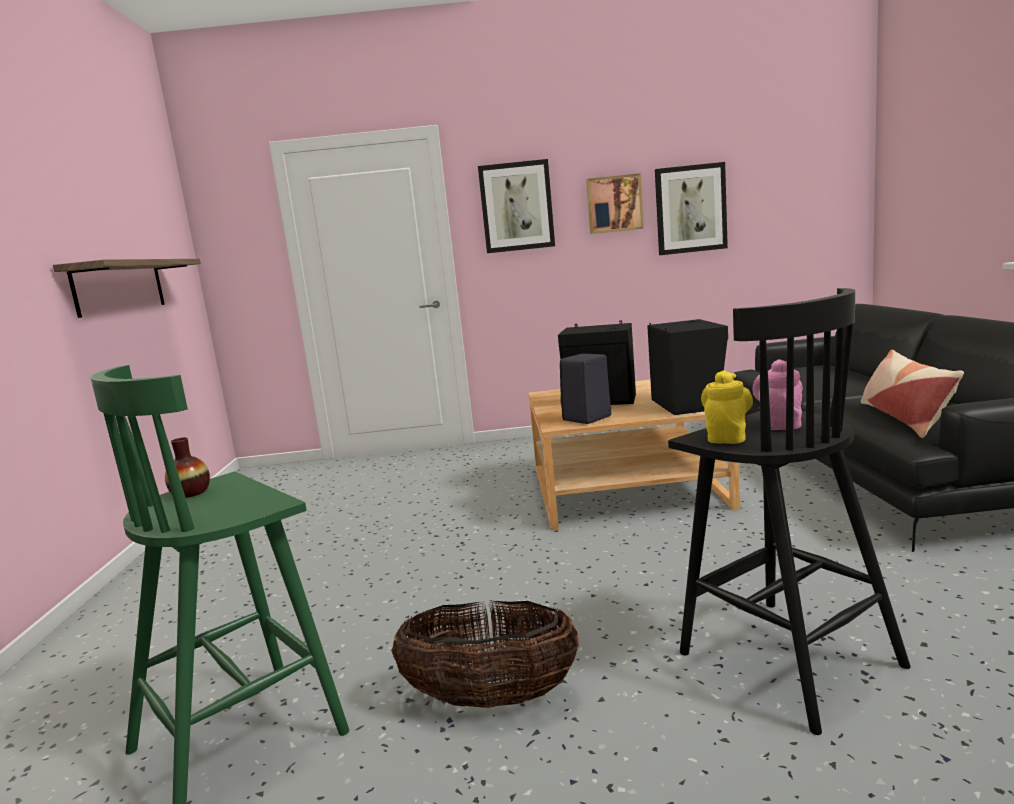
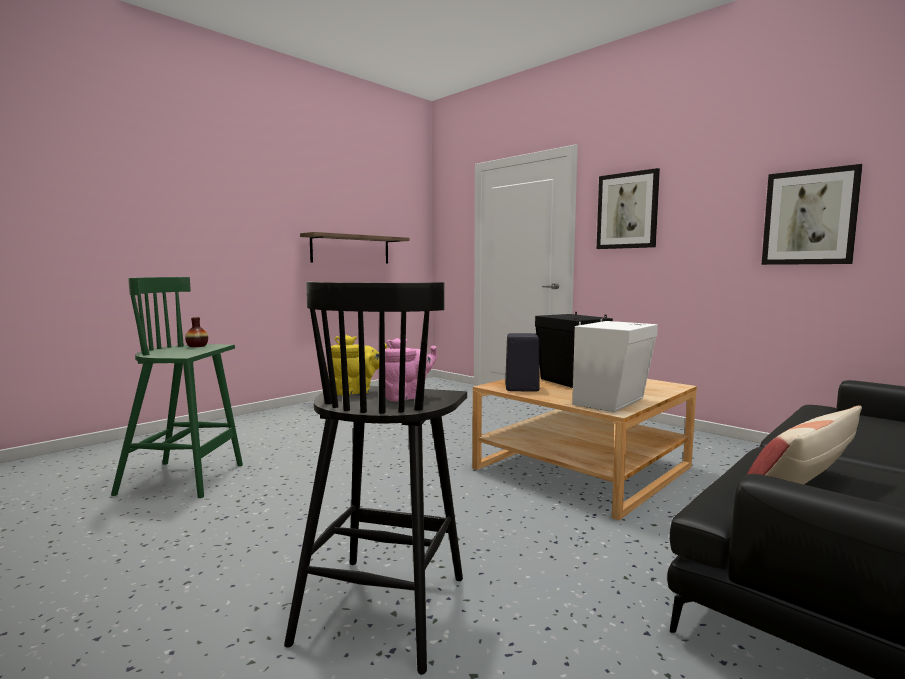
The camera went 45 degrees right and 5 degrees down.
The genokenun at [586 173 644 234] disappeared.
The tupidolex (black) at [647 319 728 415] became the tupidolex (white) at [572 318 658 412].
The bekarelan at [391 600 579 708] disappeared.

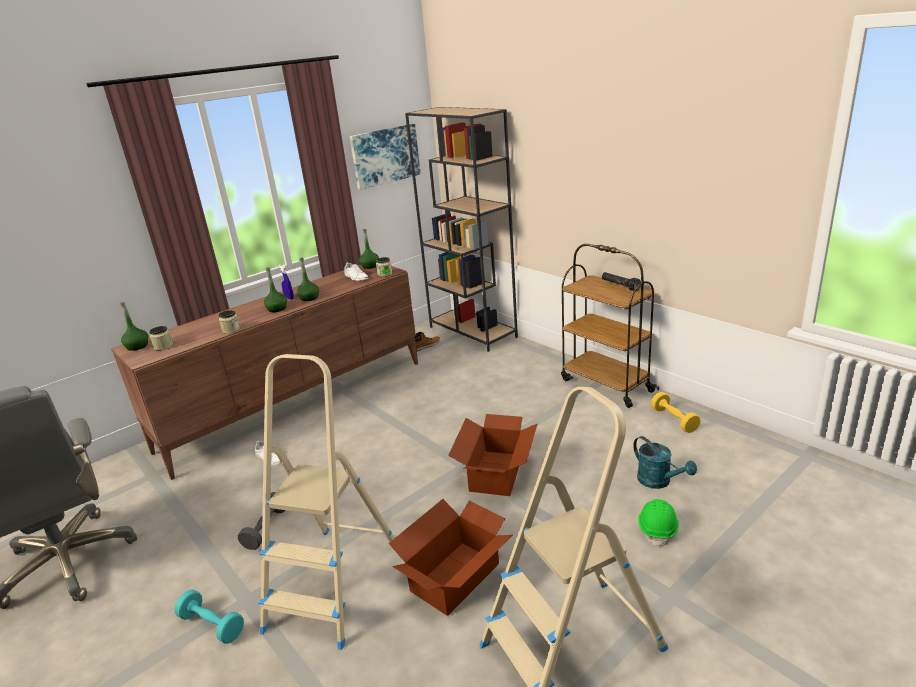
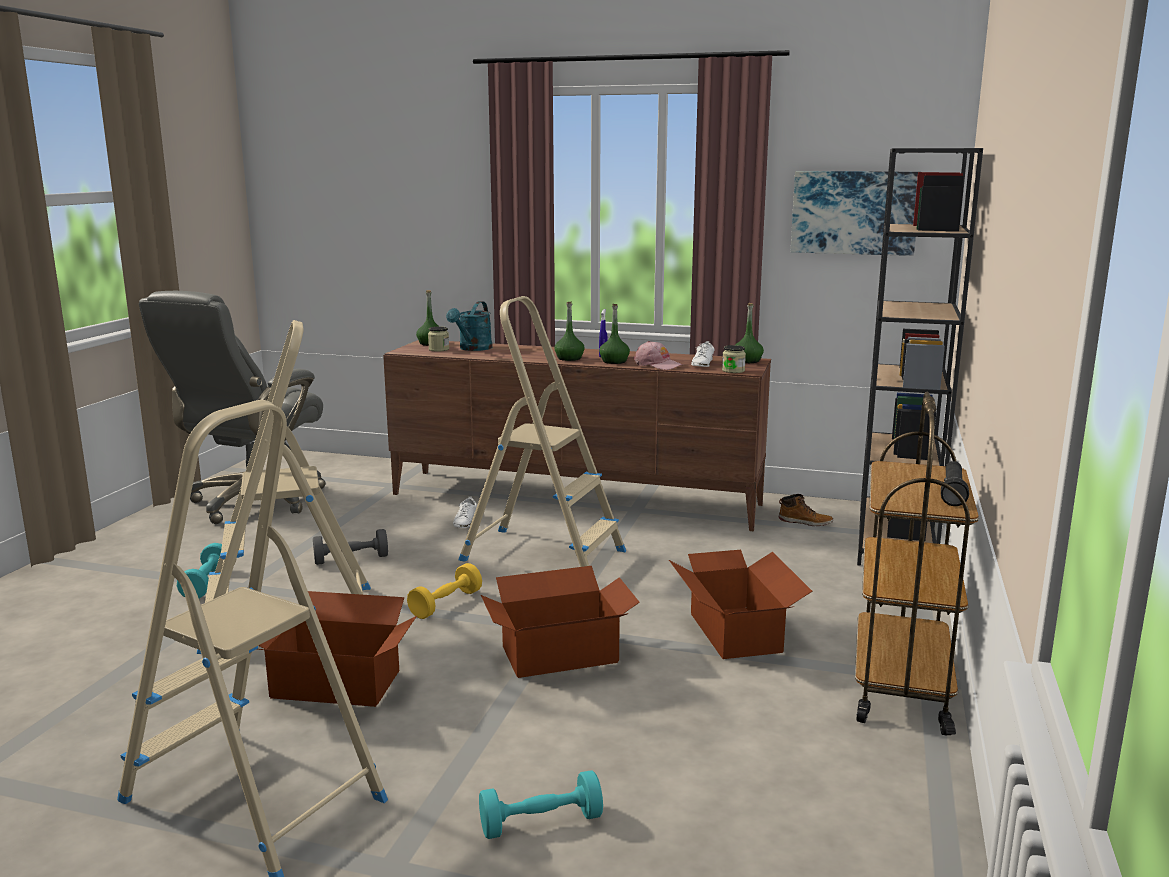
The camera went 55 degrees right and 10 degrees down.
The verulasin at [218 310 240 334] disappeared.
The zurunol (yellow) moved from [651 392 700 433] to [407 563 482 619].
The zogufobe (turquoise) moved from [633 436 697 489] to [446 301 492 351].
The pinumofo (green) at [638 499 679 548] was replaced by the zurunol (turquoise) at [479 770 603 839].
The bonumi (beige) at [458 296 626 567] appeared.
The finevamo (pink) at [633 341 683 370] appeared.
The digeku at [669 550 812 659] appeared.

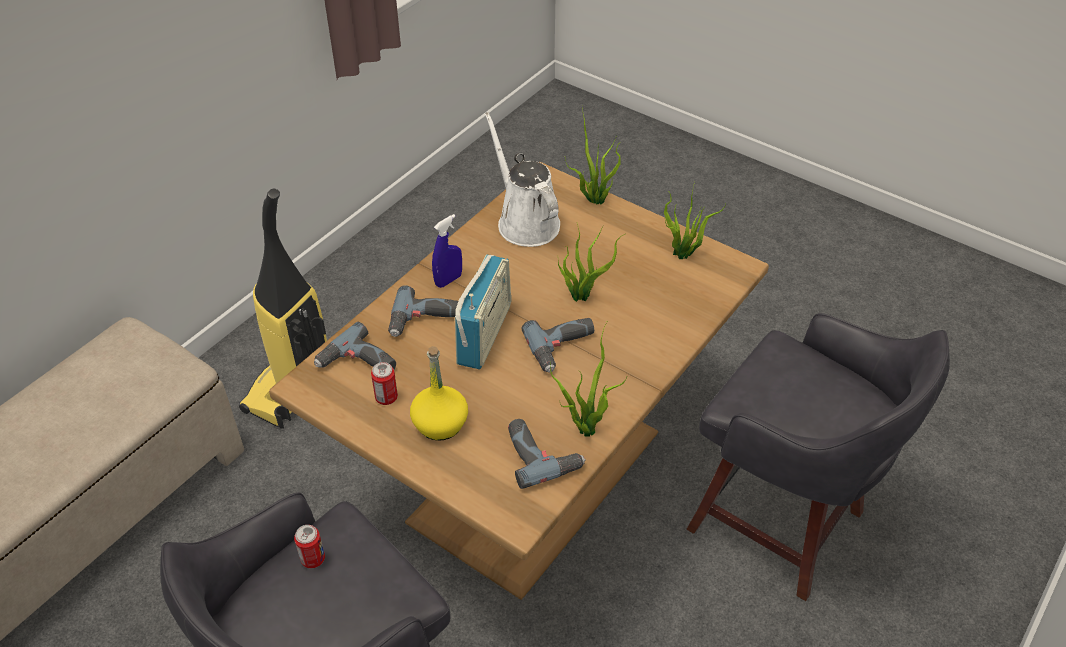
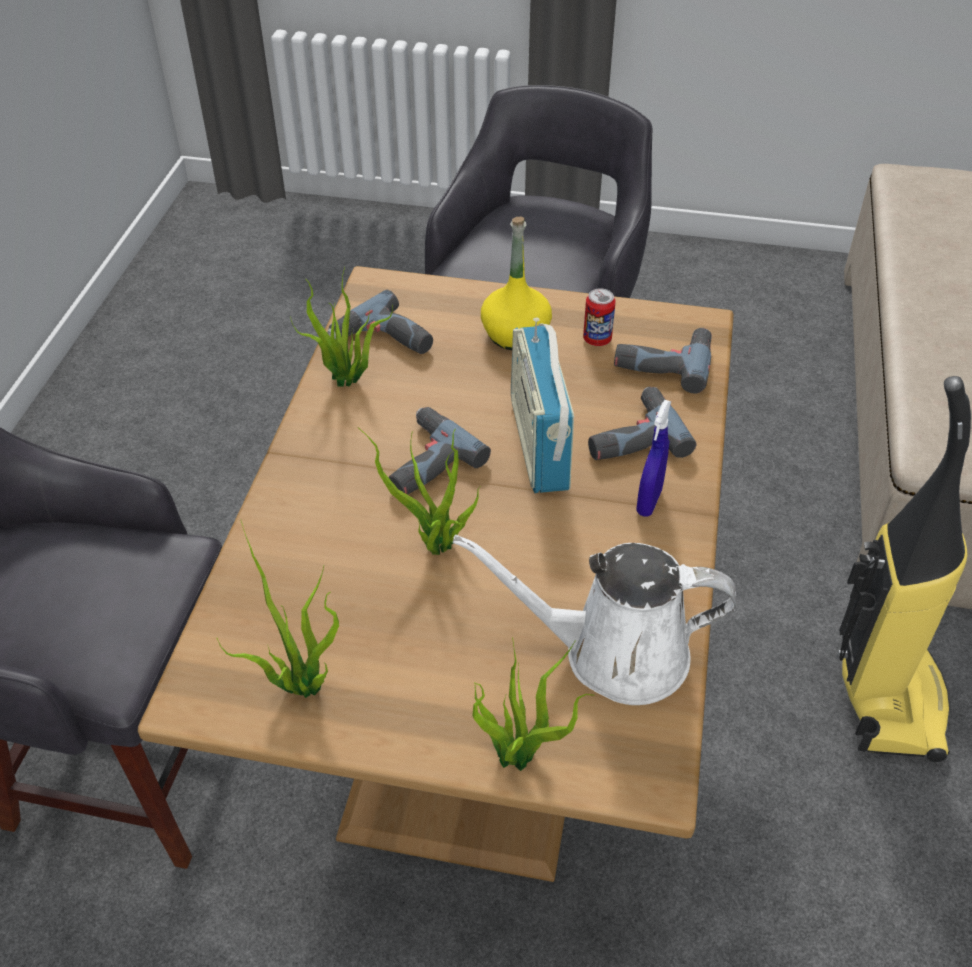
The camera went 155 degrees right and 0 degrees up.
The zogufobe (white) at [485 112 560 247] turned 150 degrees clockwise.
The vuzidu at [294 525 325 568] disappeared.

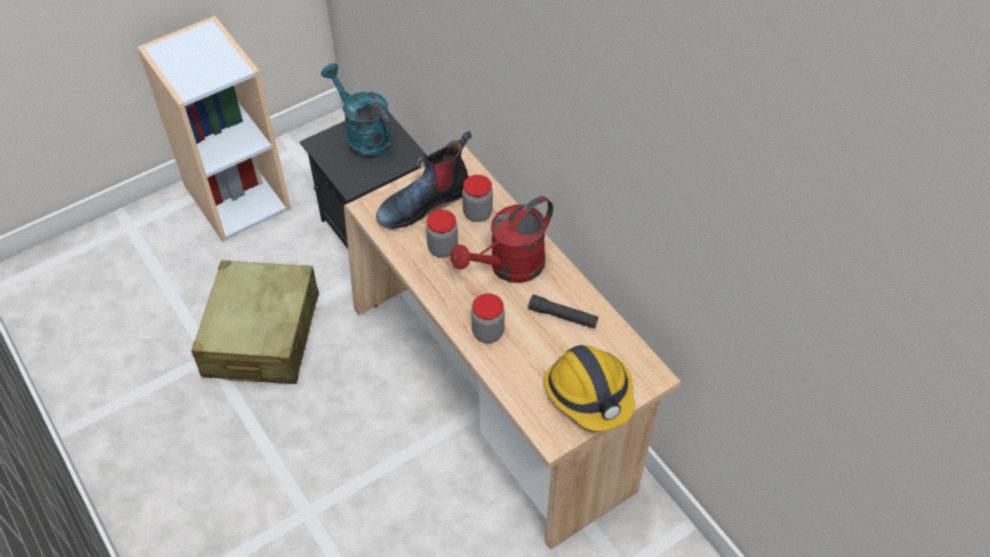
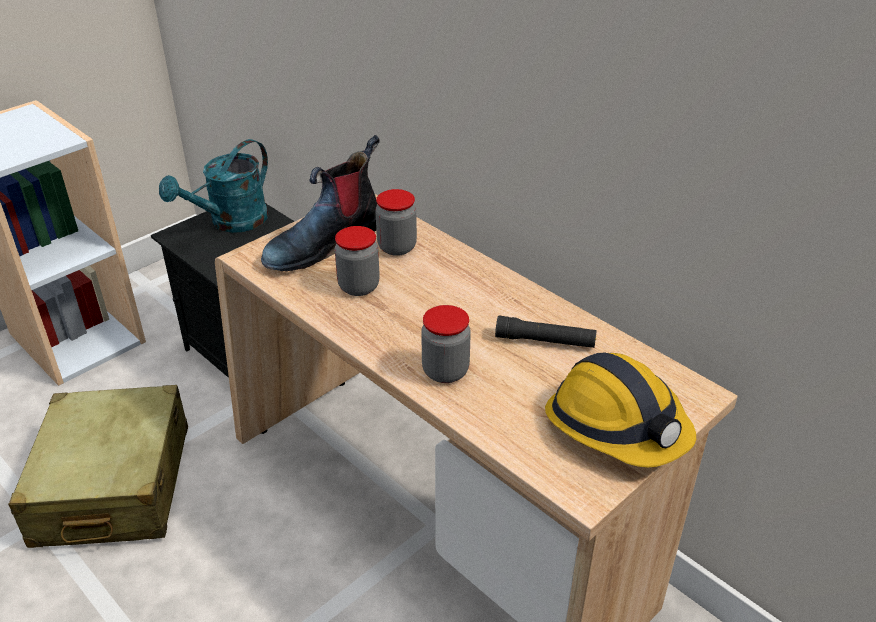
The camera went 10 degrees left and 15 degrees down.
The zogufobe (turquoise) at [321 63 392 159] turned 90 degrees counterclockwise.
The zogufobe (red) at [450 196 553 283] disappeared.

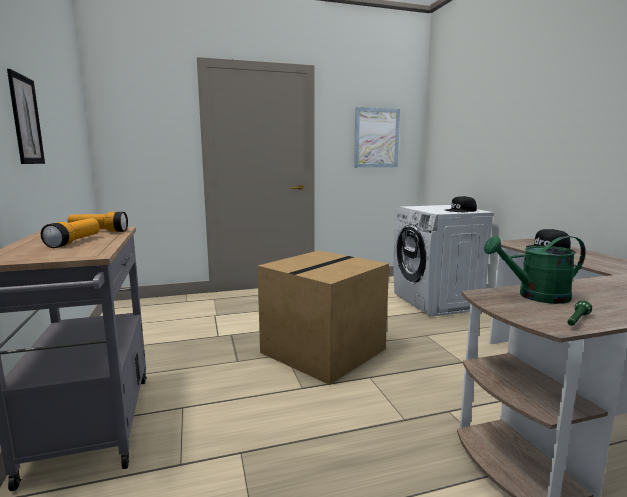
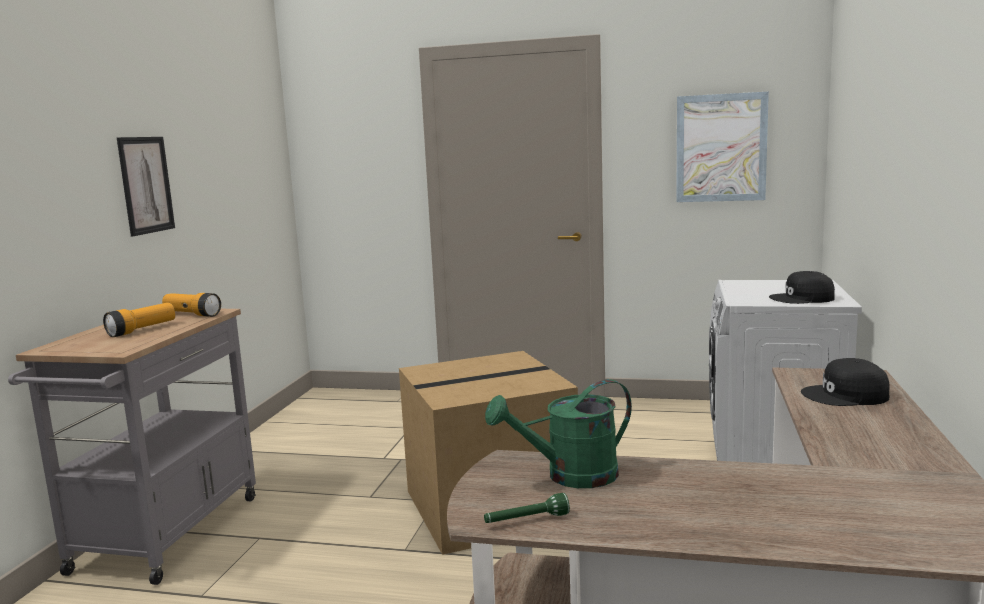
The camera went 30 degrees right and 0 degrees up.
The zogufobe (green) at [484 236 585 304] turned 45 degrees counterclockwise.

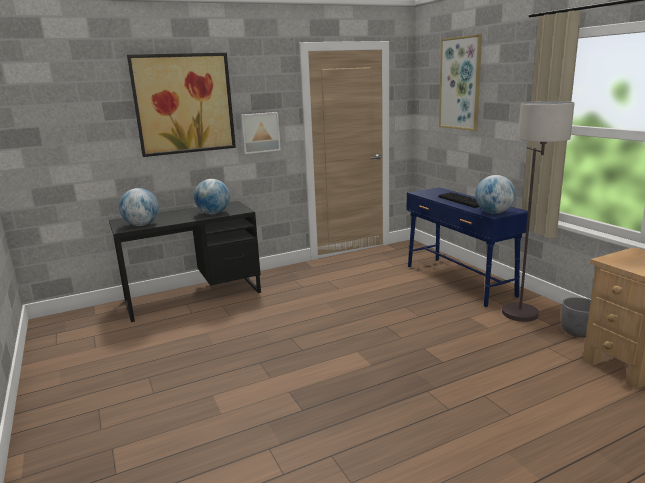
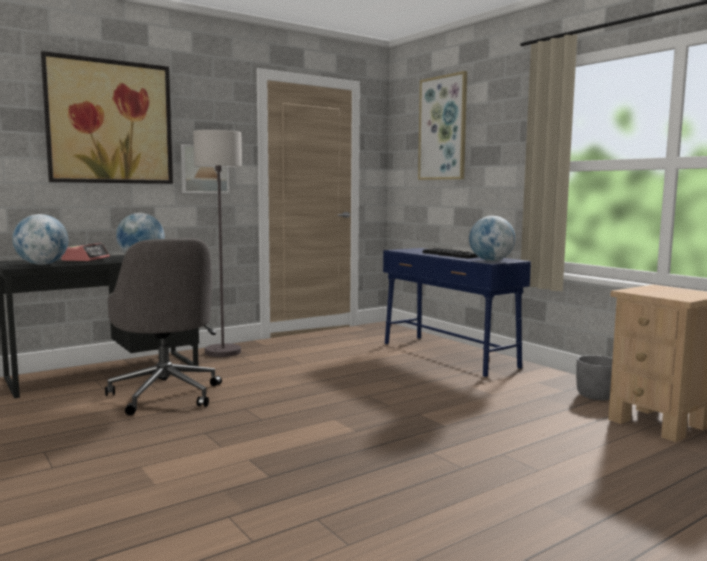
The camera went 10 degrees left and 10 degrees down.
The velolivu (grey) moved from [502 101 574 322] to [193 130 242 357].
The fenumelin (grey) at [105 238 222 415] appeared.
The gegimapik at [61 243 110 261] appeared.

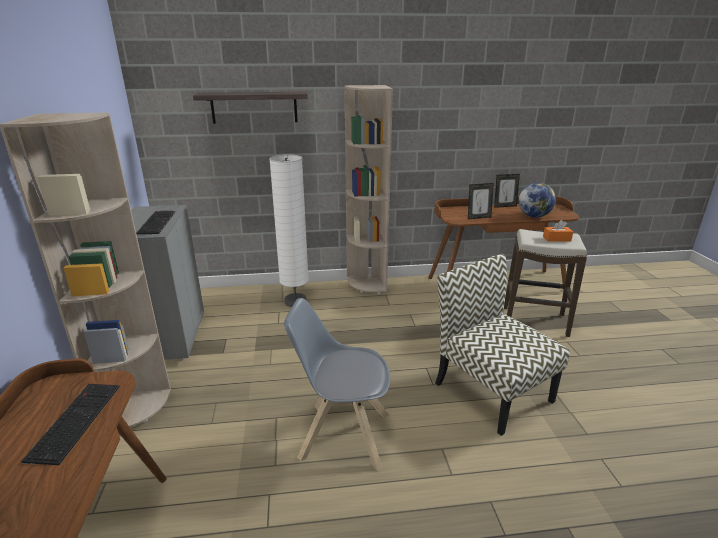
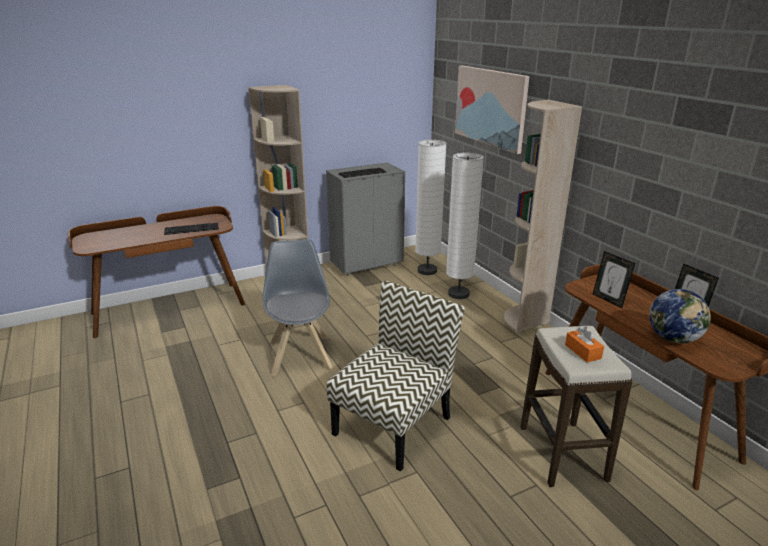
The camera went 70 degrees right and 0 degrees up.
The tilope at [193 92 308 124] was replaced by the genokenun at [455 65 530 154].
The velolivu (white) at [415 140 447 275] appeared.

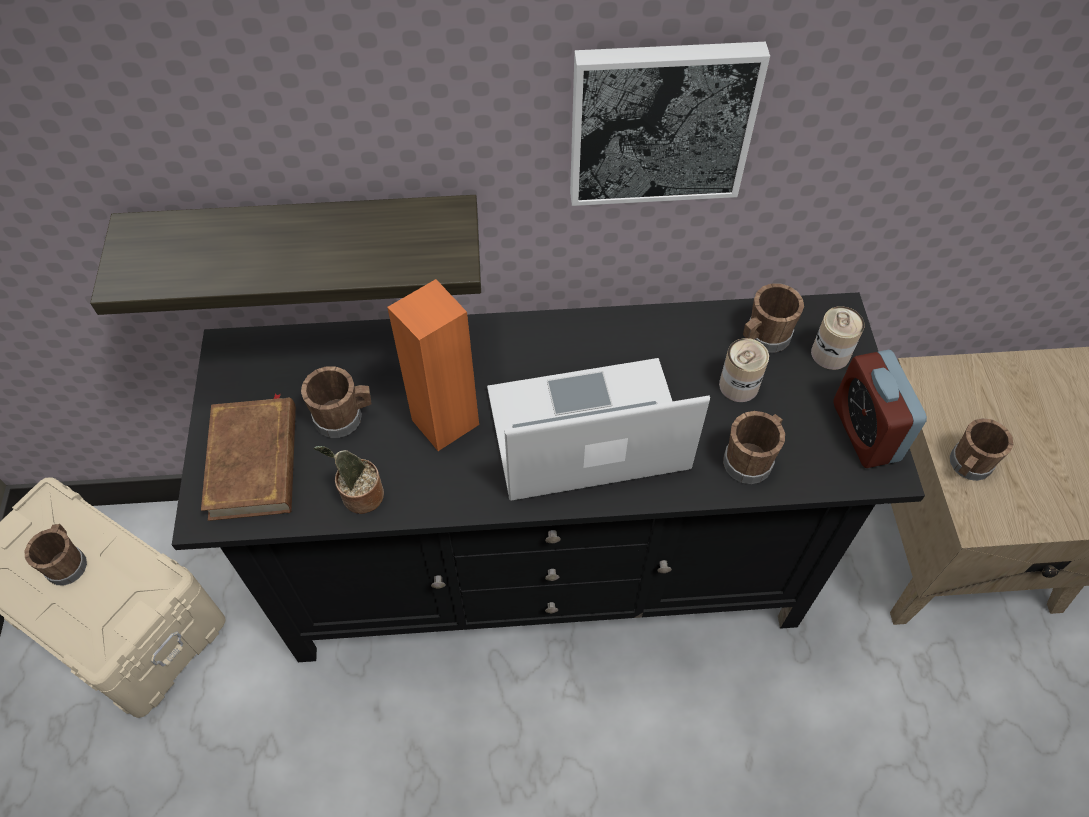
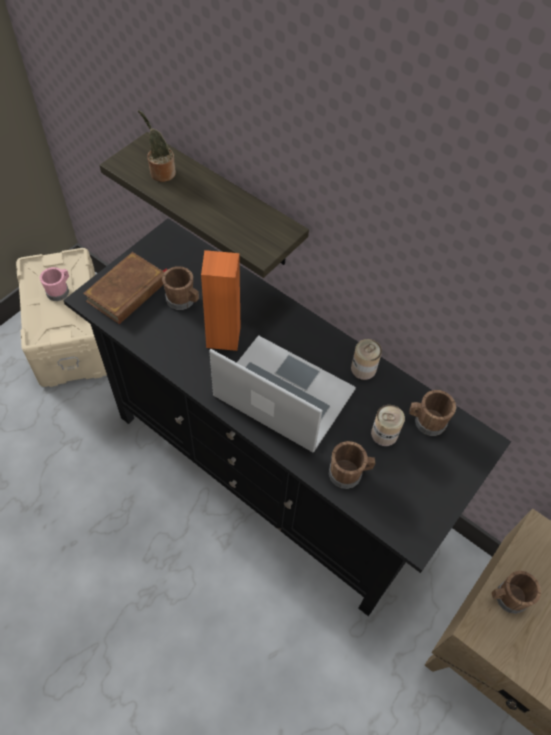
The camera went 40 degrees right and 0 degrees up.
The genokenun at [570 42 770 206] disappeared.
The vuzidu moved from [811 306 865 370] to [351 339 382 380].
The gegimapik at [833 350 927 468] disappeared.
The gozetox moved from [313 446 384 514] to [138 110 176 182].
The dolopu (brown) at [24 524 87 586] became the dolopu (pink) at [40 267 69 301].

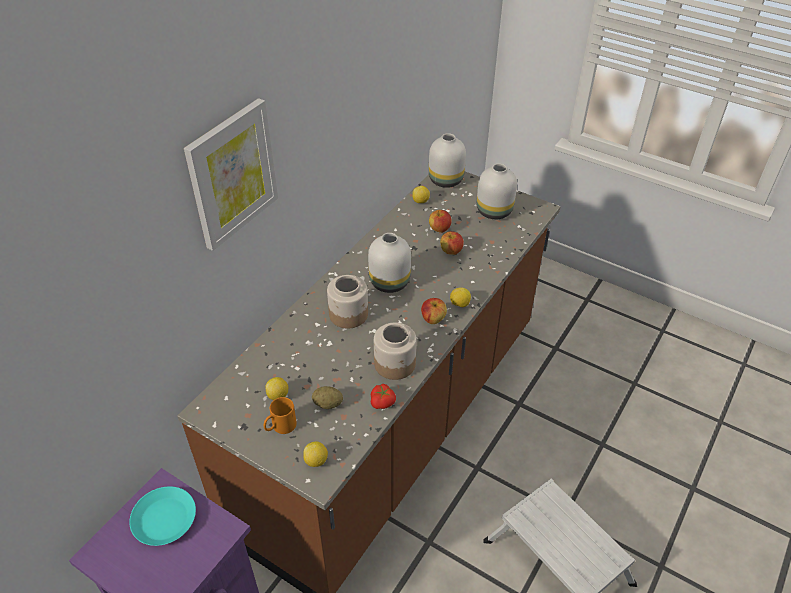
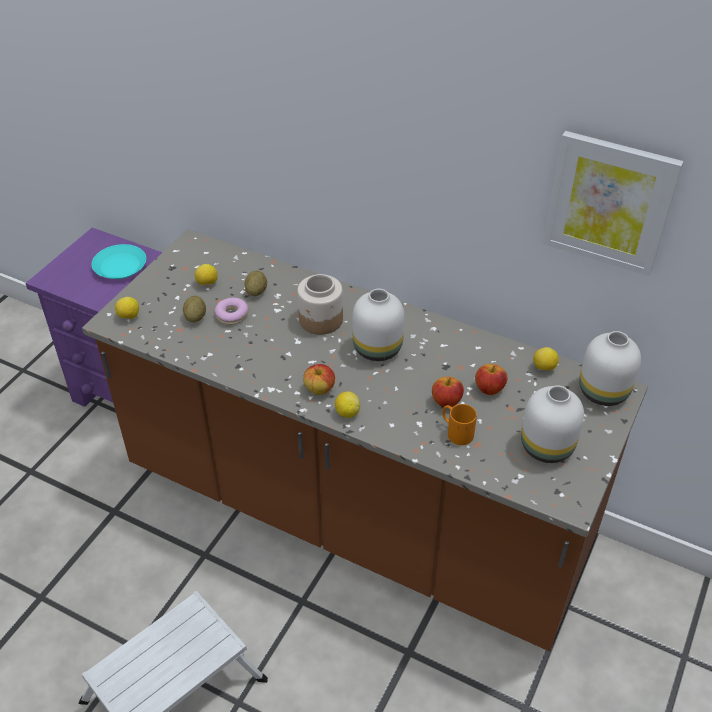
The camera went 85 degrees right and 0 degrees up.
The genokenun moved from [184 98 278 251] to [543 131 684 276].
The verulasin at [374 322 417 380] disappeared.
The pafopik at [371 384 396 409] disappeared.
The dolopu (orange) moved from [264 397 297 434] to [442 404 477 445].
The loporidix at [245 270 267 296] appeared.
The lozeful at [215 298 249 325] appeared.

